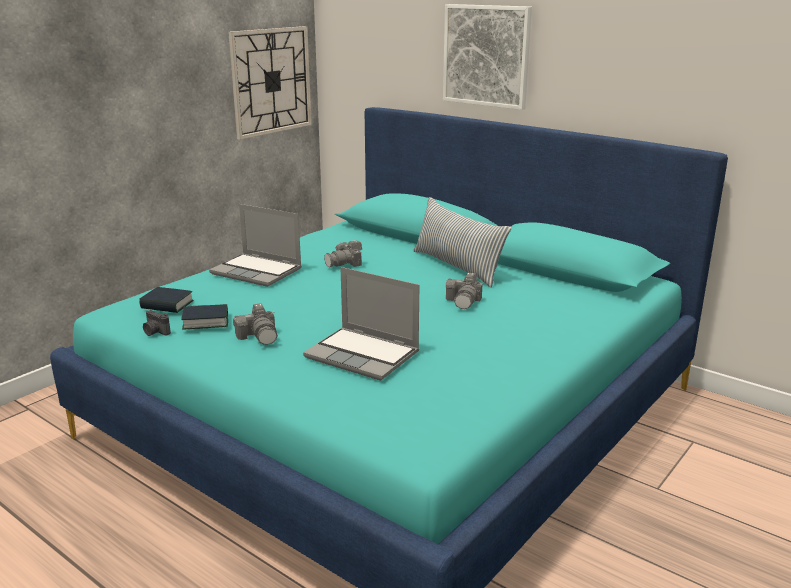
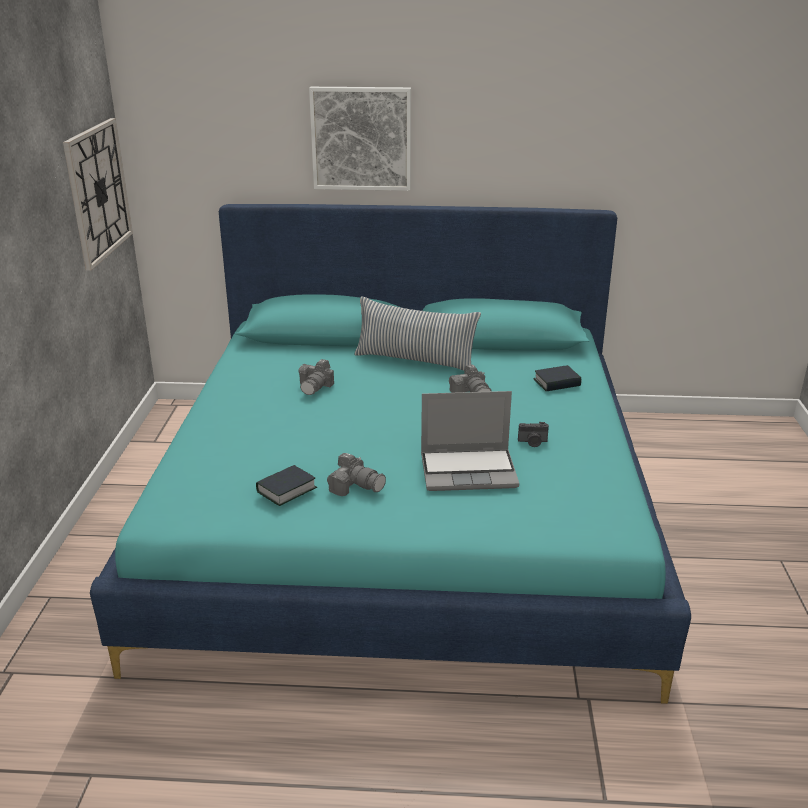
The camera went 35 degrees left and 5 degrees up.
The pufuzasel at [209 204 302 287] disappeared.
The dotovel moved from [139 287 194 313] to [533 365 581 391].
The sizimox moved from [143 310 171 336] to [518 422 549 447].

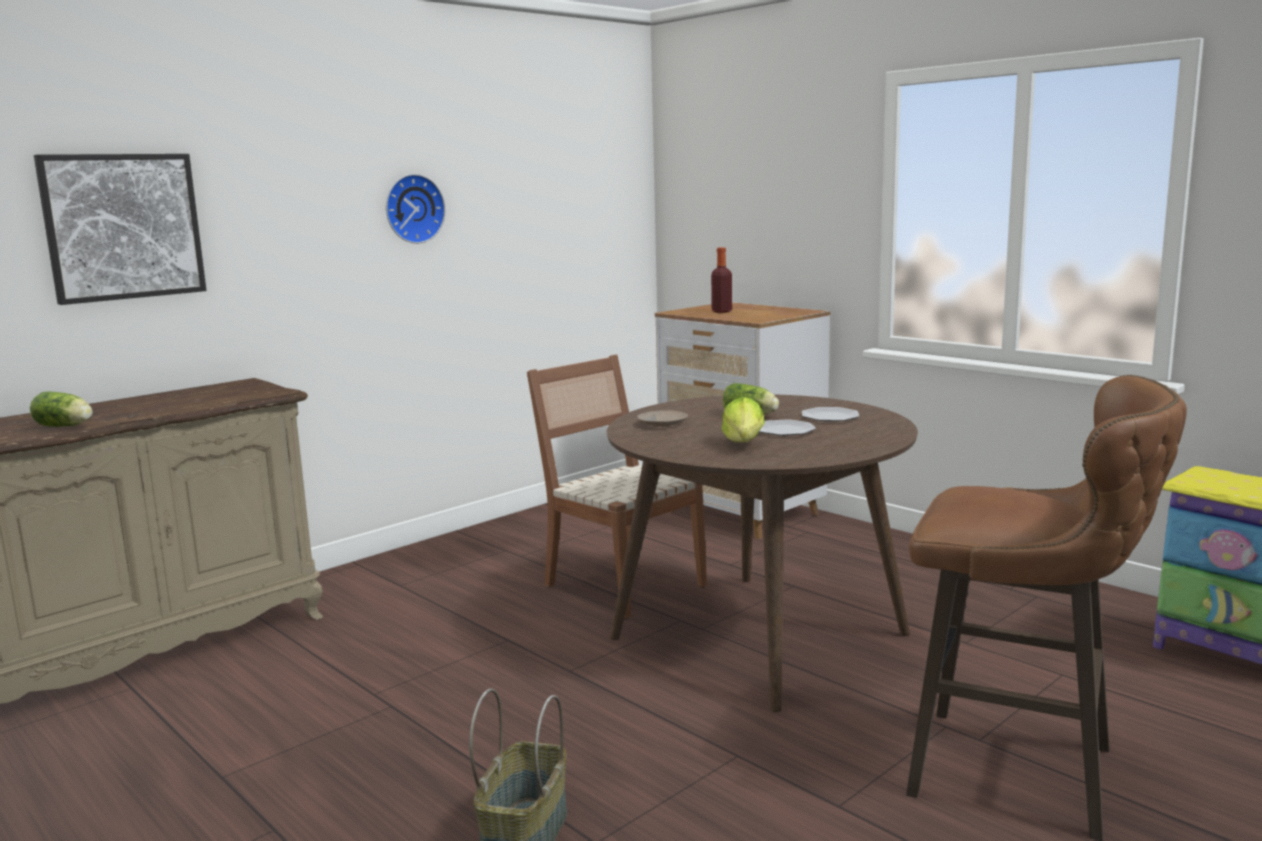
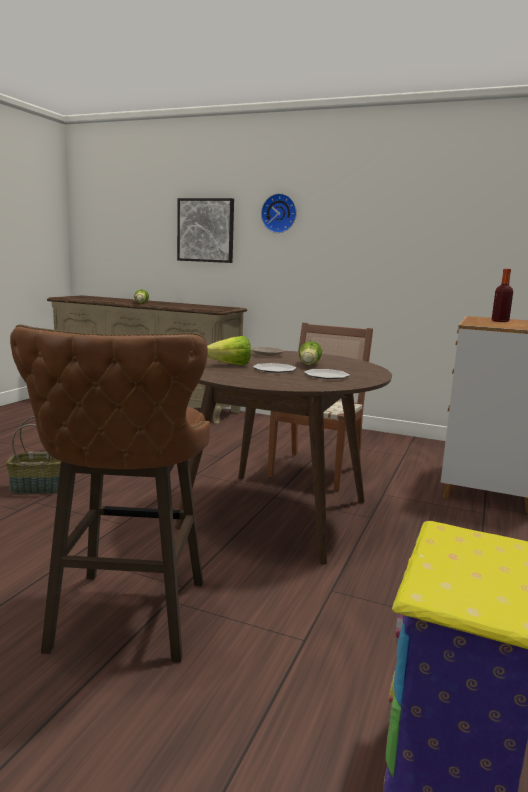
The camera went 65 degrees right and 0 degrees up.
The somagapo moved from [386 174 445 244] to [261 193 297 233].

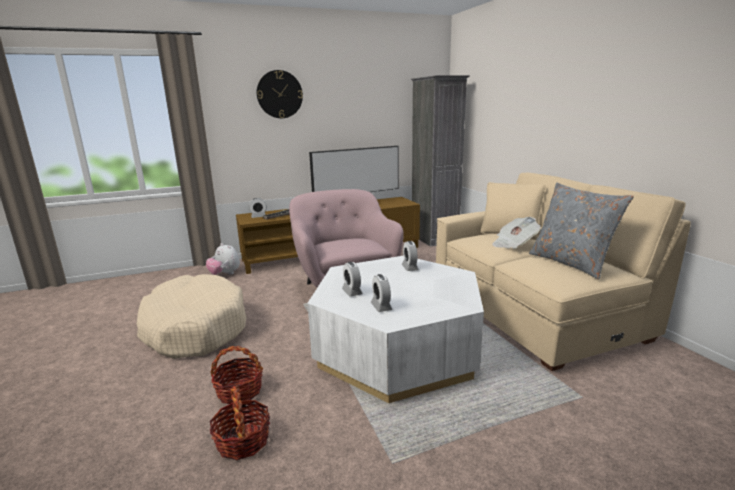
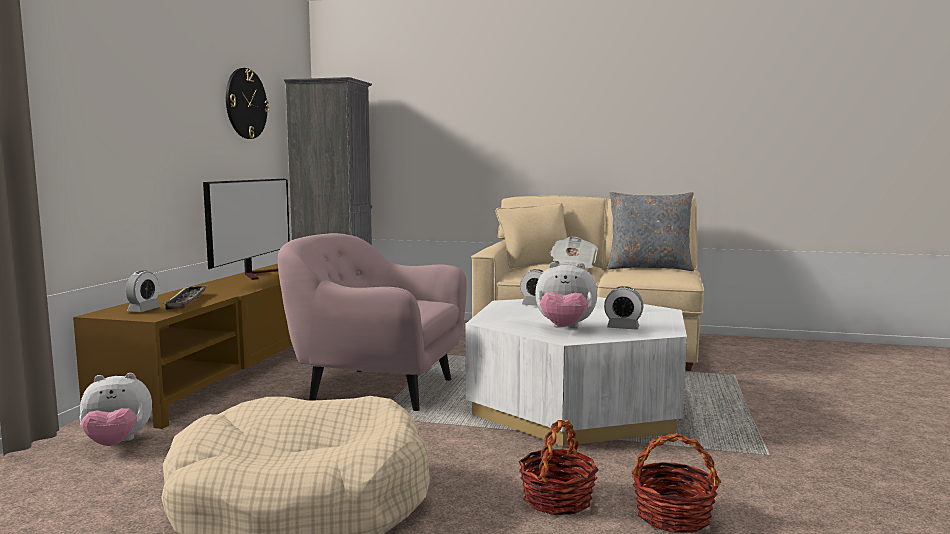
The camera went 55 degrees left and 10 degrees down.
The somagapo moved from [257 70 303 118] to [226 68 269 139].
The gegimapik at [342 262 363 297] was replaced by the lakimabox at [535 262 597 328].

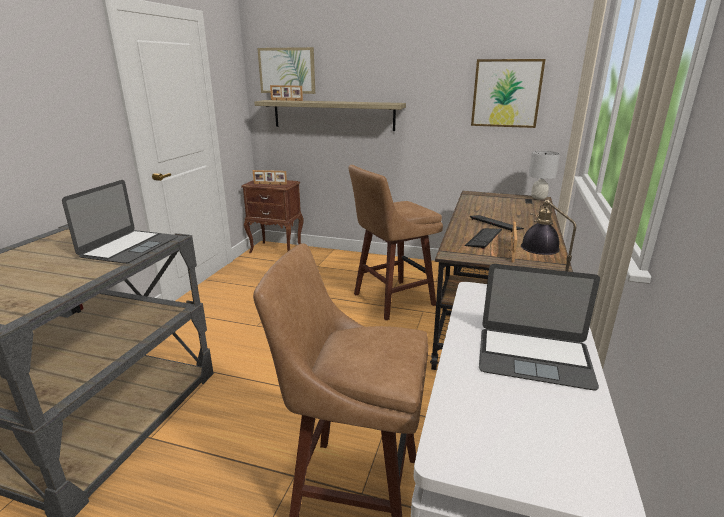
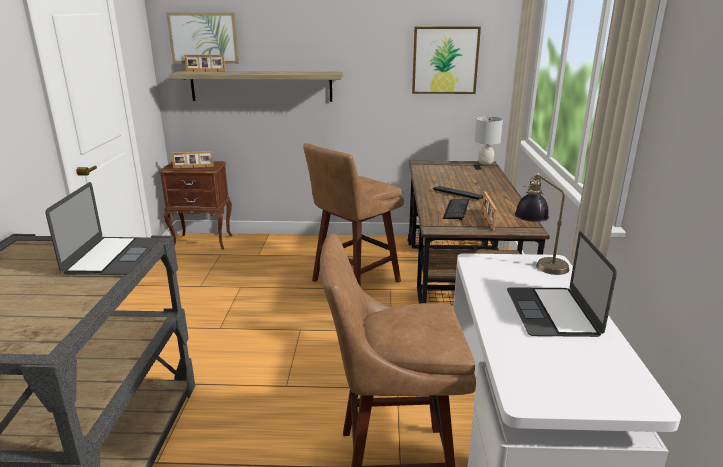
The camera went 15 degrees left and 0 degrees up.
The pufuzasel at [479 264 600 390] turned 90 degrees clockwise.

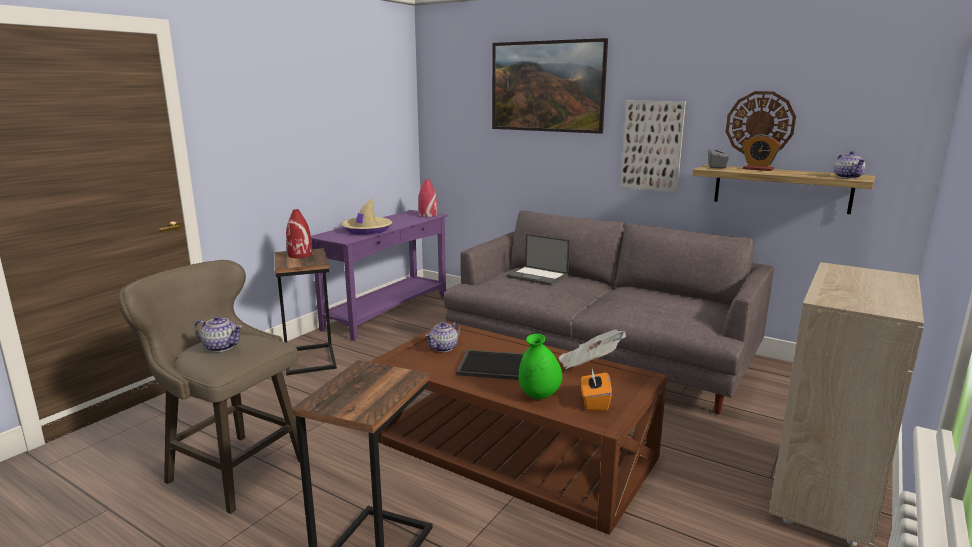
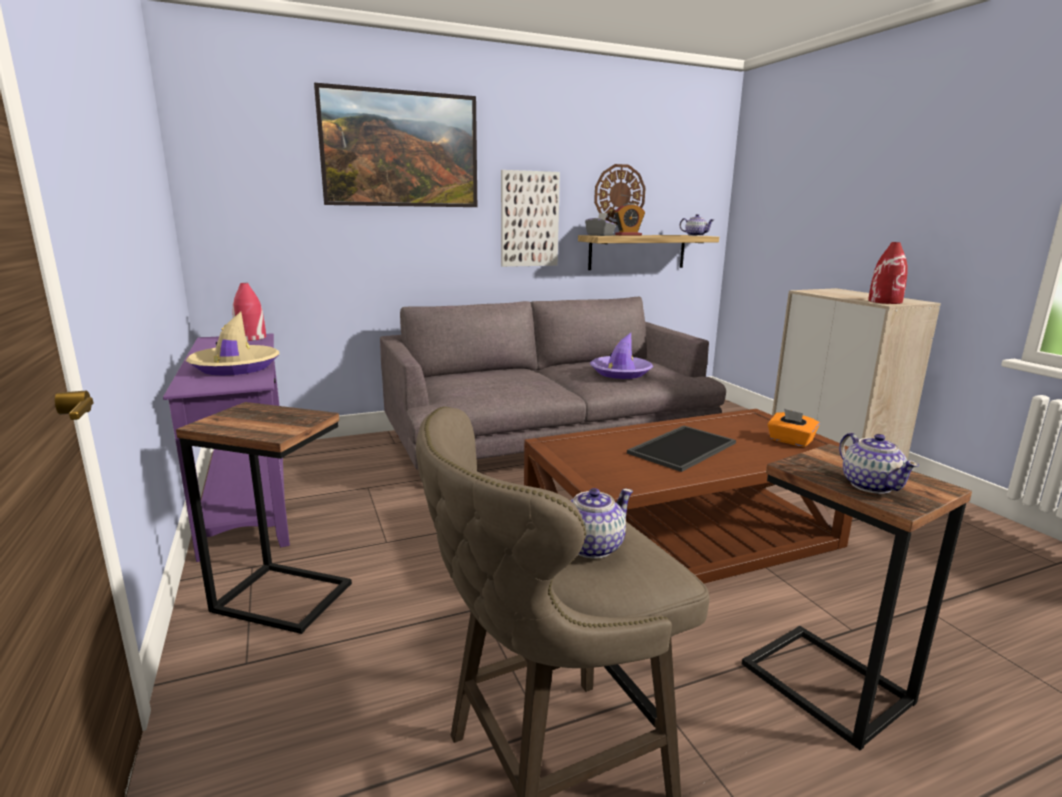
The camera went 55 degrees left and 0 degrees up.
The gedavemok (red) moved from [286 209 312 258] to [868 242 907 304].
The pufuzasel at [506 234 570 286] disappeared.
The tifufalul moved from [425 322 460 352] to [839 433 919 494].
The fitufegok at [559 329 626 369] disappeared.
The gedavemok (green) at [519 334 562 399] disappeared.
The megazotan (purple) at [590 333 653 379] appeared.

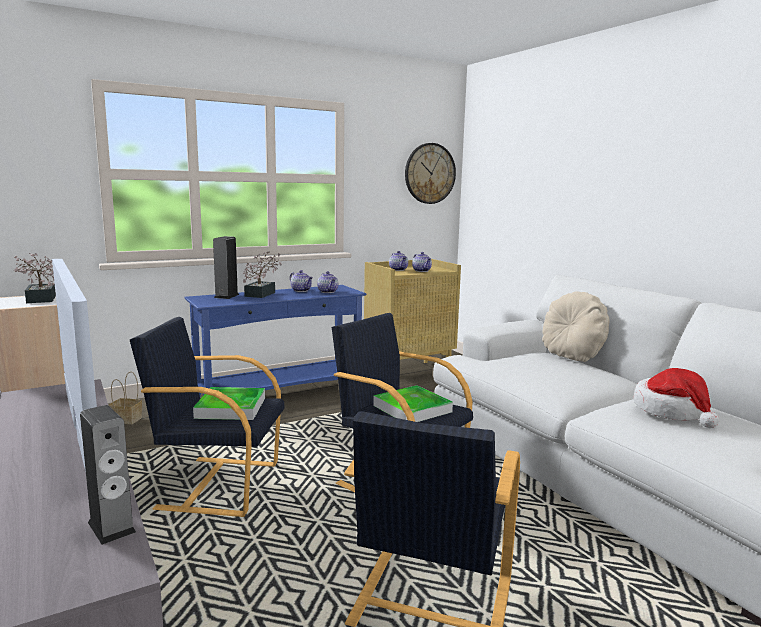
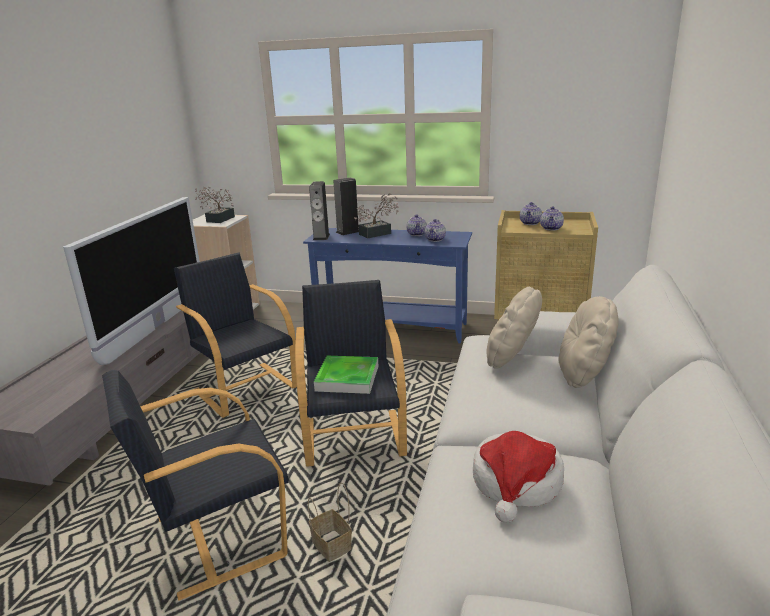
The camera went 45 degrees right and 10 degrees up.
The somagapo at [405 143 456 204] disappeared.
The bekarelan moved from [109 372 142 424] to [308 482 352 562].
The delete at [193 387 265 420] disappeared.
The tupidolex moved from [80 405 136 545] to [309 181 330 240].
The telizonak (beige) at [487 287 542 369] appeared.

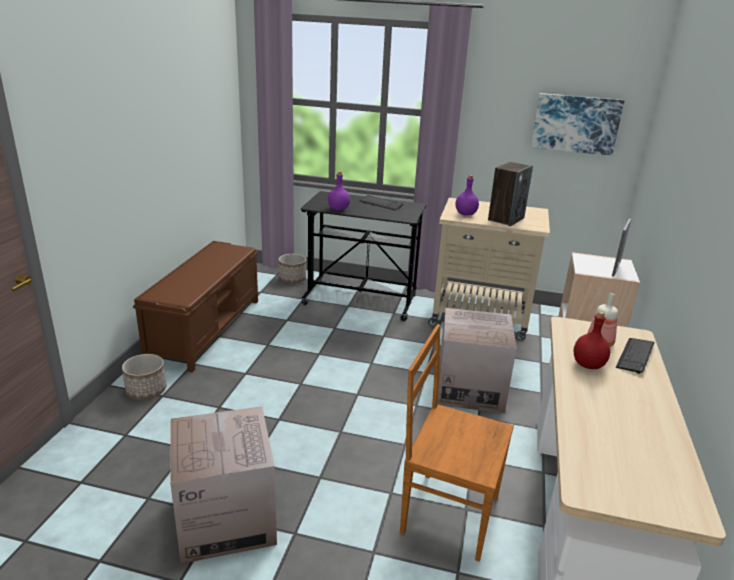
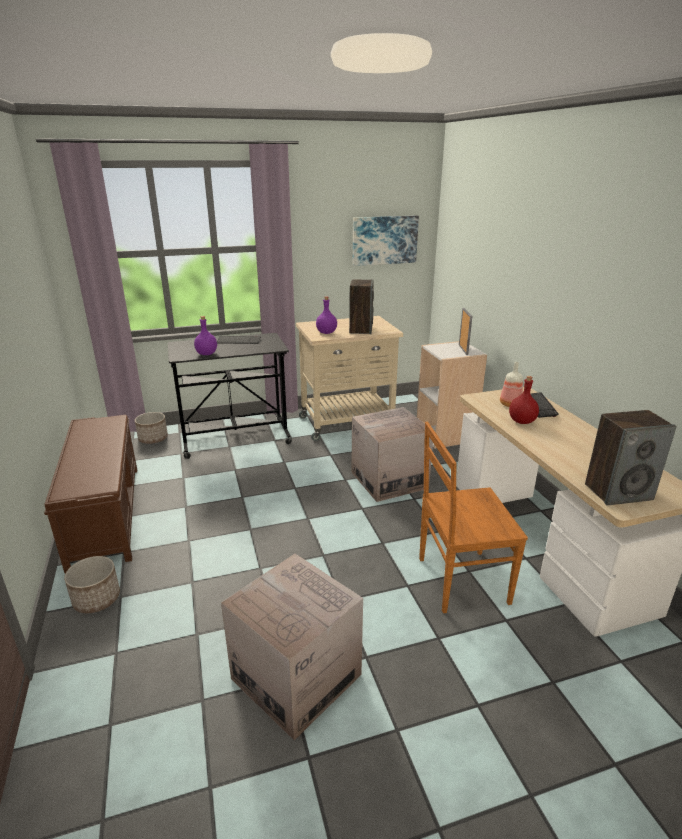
The camera went 30 degrees left and 0 degrees up.
The tupidolex at [585 410 677 505] appeared.

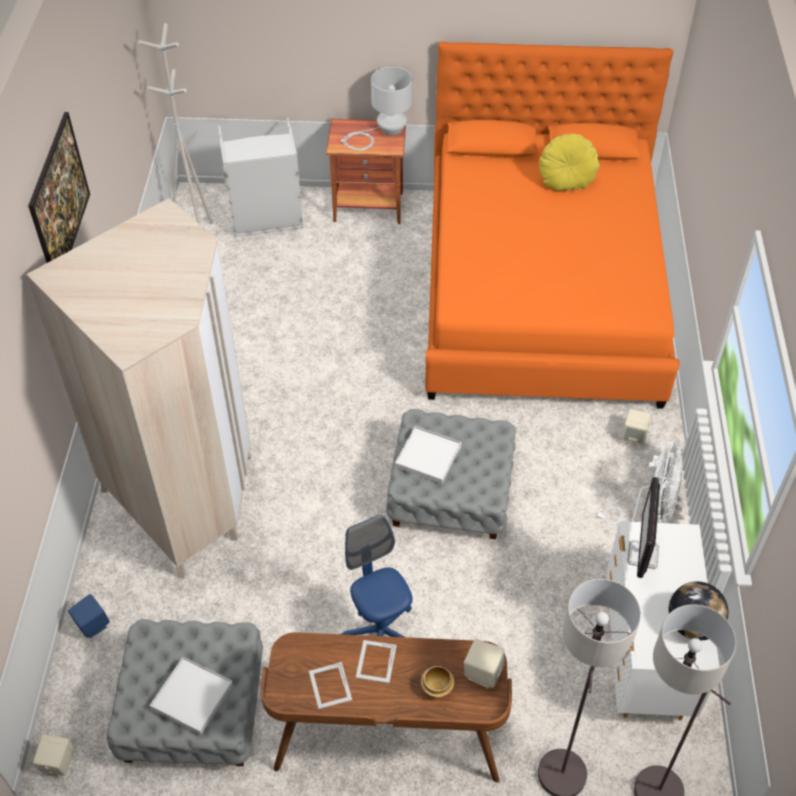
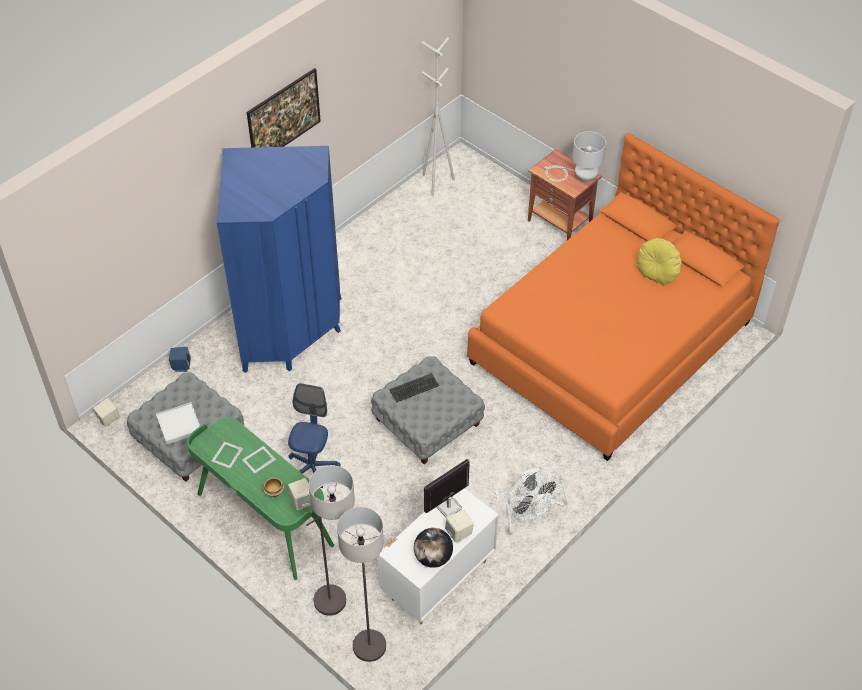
The camera went 40 degrees right and 0 degrees up.
The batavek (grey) at [218 118 303 237] disappeared.
The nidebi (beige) at [26 198 252 578] became the nidebi (blue) at [217 146 341 373].
The tupidolex (beige) moved from [621 409 651 446] to [445 510 474 543].
The delete (white) at [395 426 462 484] was replaced by the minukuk at [389 373 439 402].
The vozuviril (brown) at [261 632 512 782] became the vozuviril (green) at [187 417 334 580].

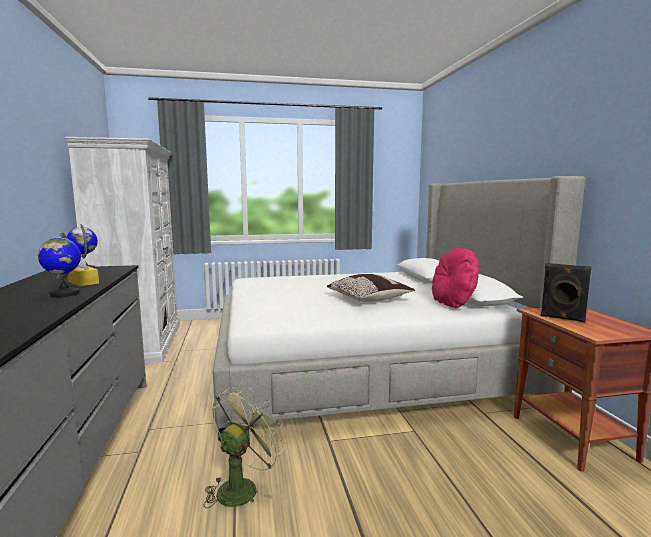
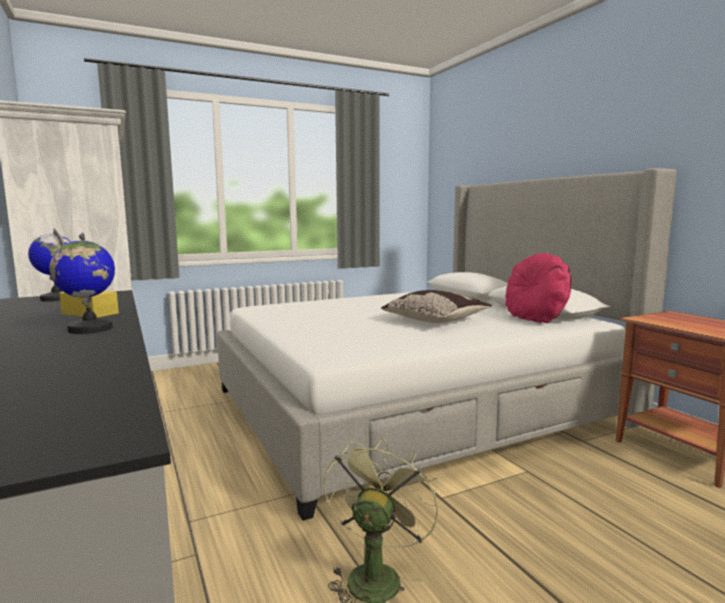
The camera went 15 degrees left and 0 degrees up.
The tupidolex (black) at [541 263 592 323] disappeared.

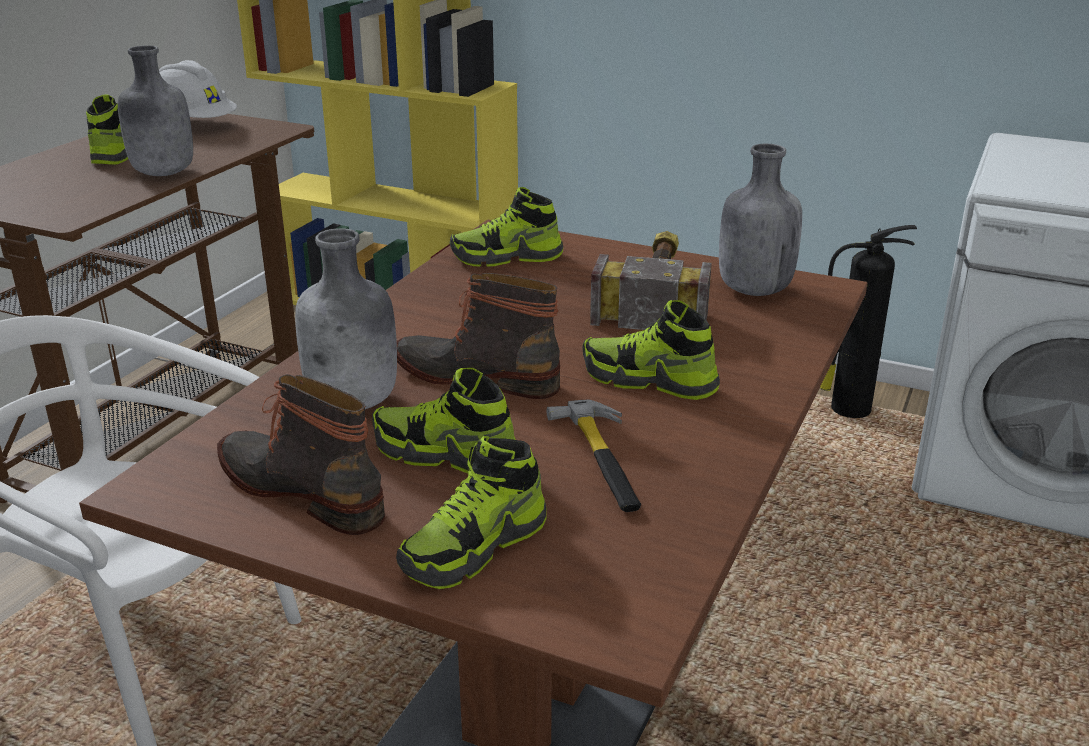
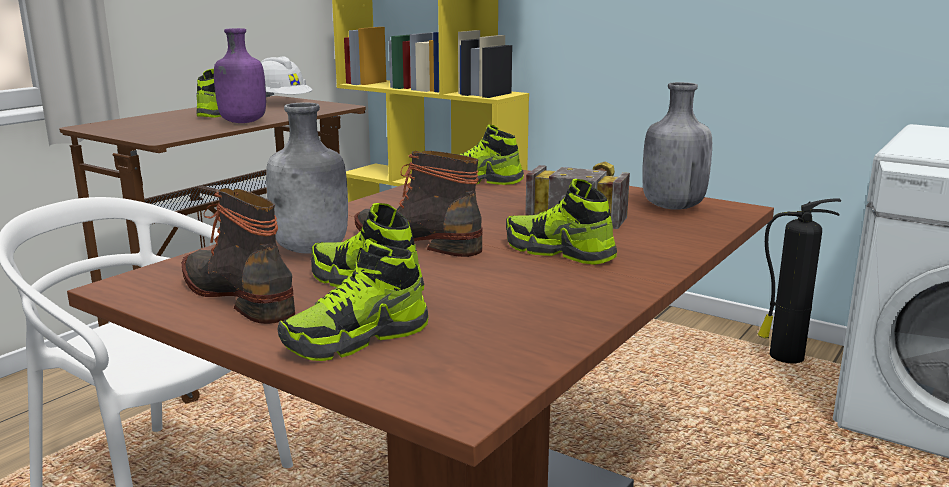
The camera went 10 degrees right and 10 degrees down.
The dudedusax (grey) at [118 45 193 176] became the dudedusax (purple) at [214 28 266 123].
The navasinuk at [546 399 642 512] disappeared.

